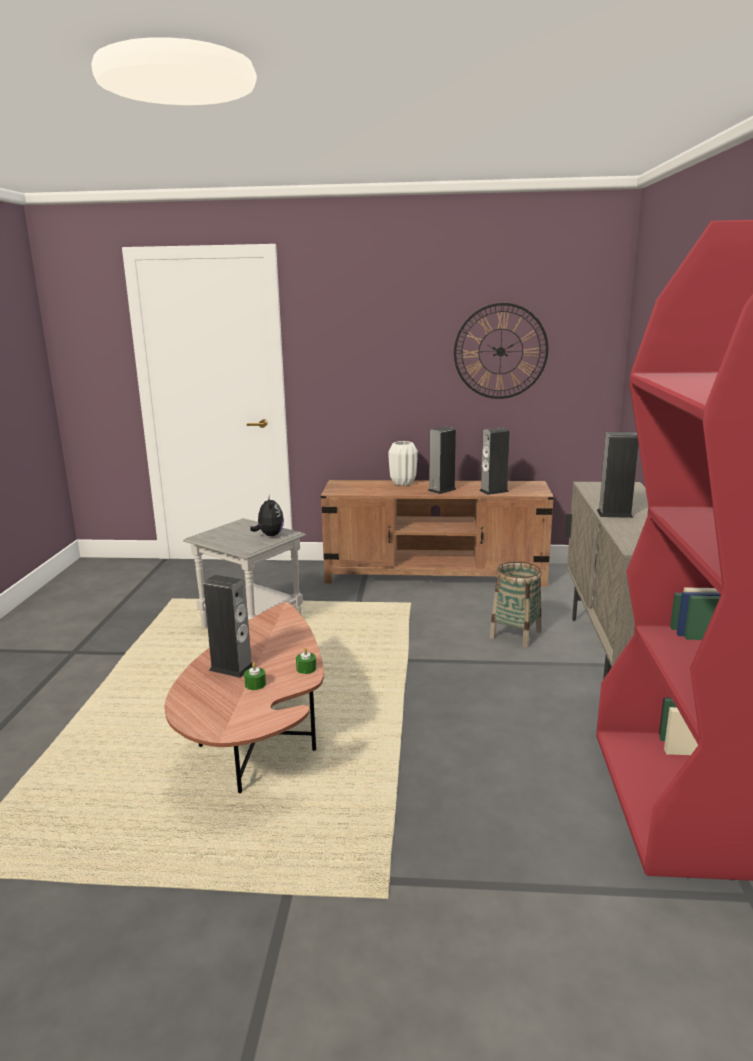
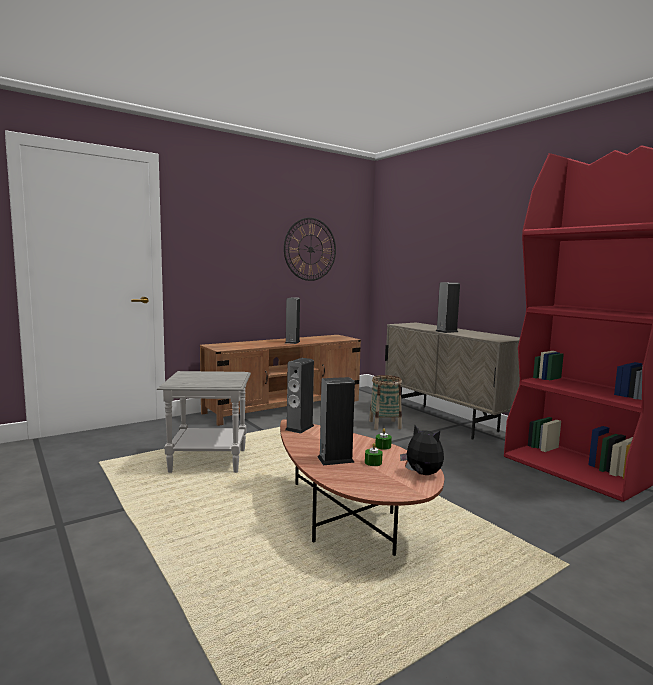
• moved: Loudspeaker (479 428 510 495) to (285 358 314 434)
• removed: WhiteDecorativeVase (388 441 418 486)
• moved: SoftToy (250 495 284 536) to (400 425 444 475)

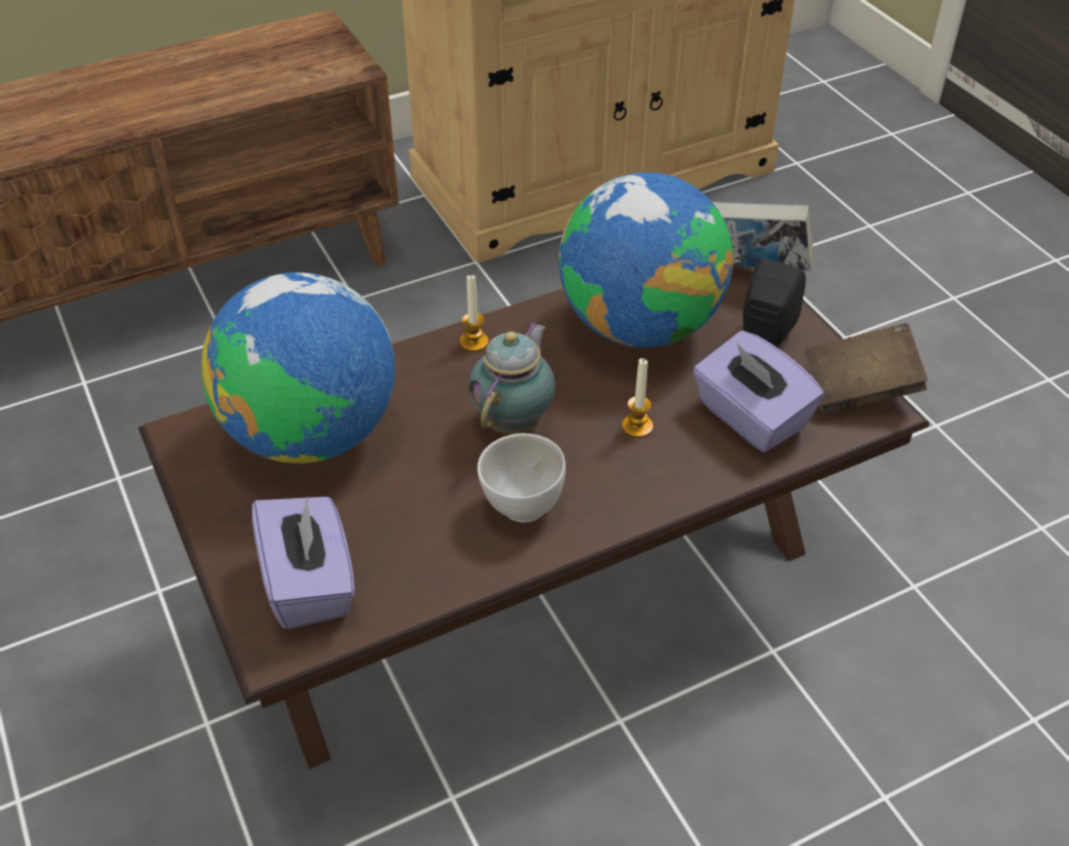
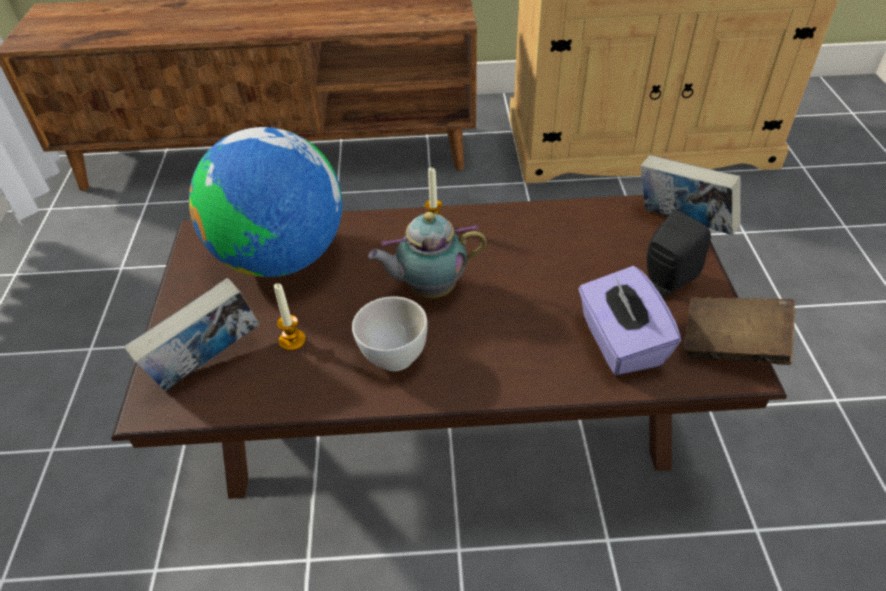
• removed: WorldGlobe (559 172 733 347)
• turned: Teapot (468 322 555 434) = (368 212 487 298) 150 degrees counterclockwise
• moved: Candle (622 358 653 438) to (274 283 306 351)
• replaced: PurplishTissueBox (252 497 355 630) to BoundBook (124 278 259 391)

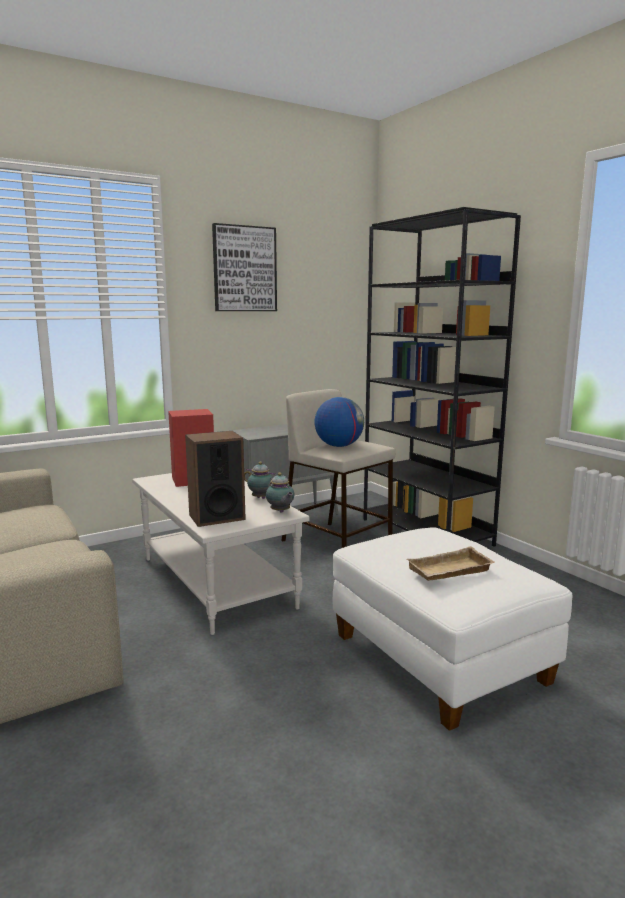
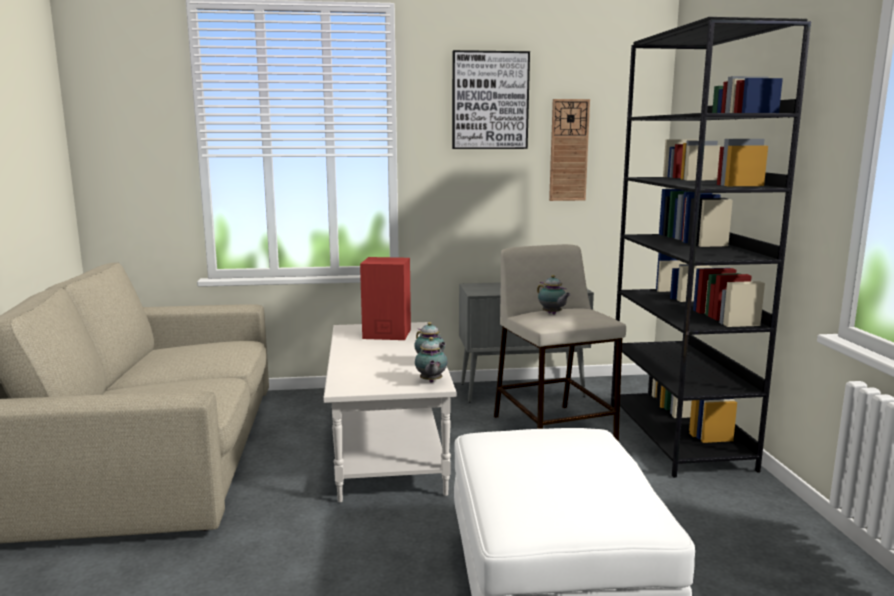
• replaced: WorldGlobe (314 397 364 447) to Teapot (537 275 571 315)
• removed: Loudspeaker (185 431 246 527)
• removed: BeigeCarryingTray (407 546 494 581)
• added: ClockOnTheWall (549 99 590 201)

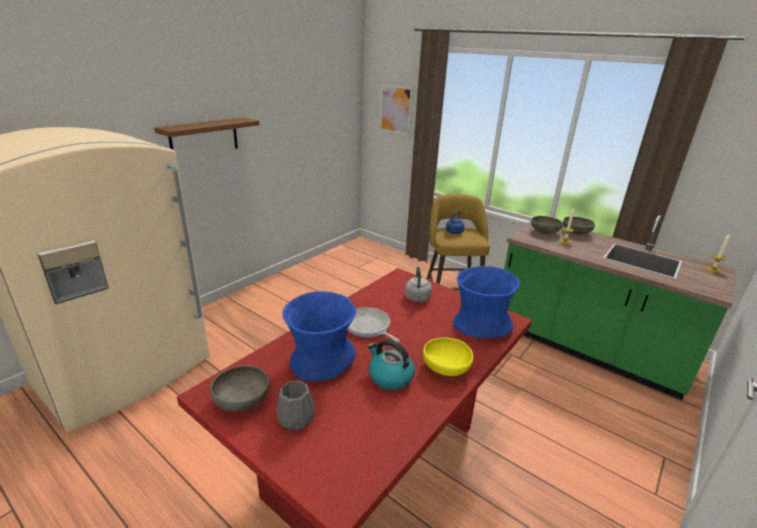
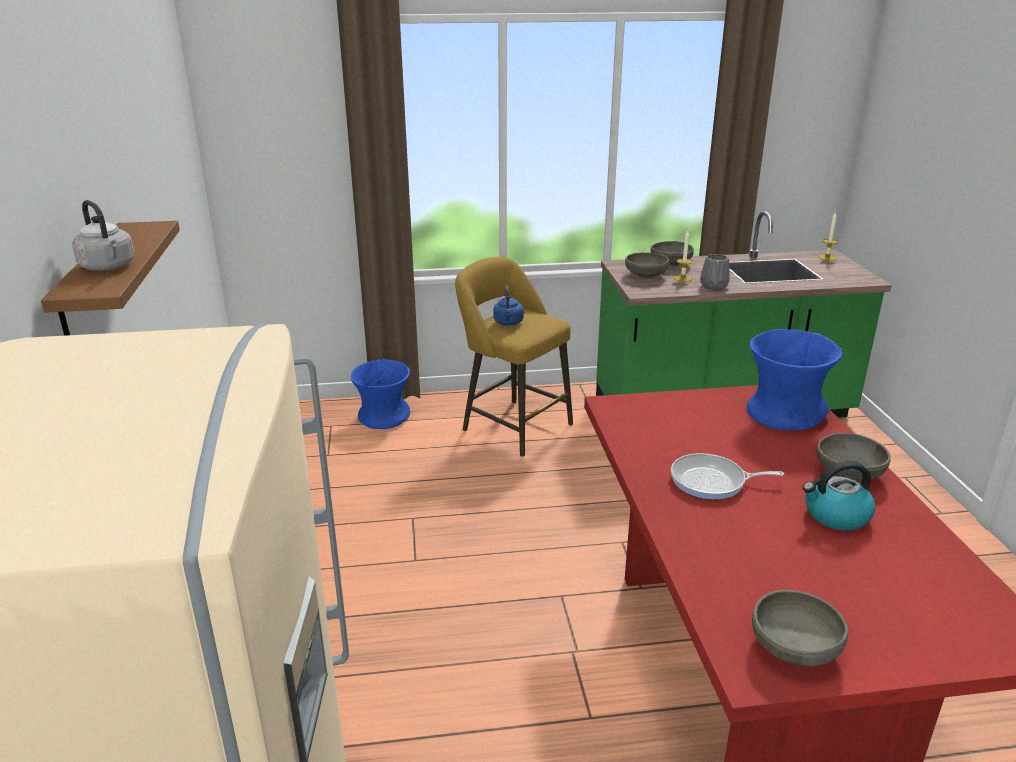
• removed: Picture (380 84 413 135)
• moved: GreyKettle (405 267 432 302) to (72 200 134 271)
• moved: BlueDecorativeVase (282 291 356 382) to (351 359 410 429)
• recoloured: YellowishDeepDish (423 337 473 376) to GreyDeepDish (817 433 891 481)
• moved: GreyDecorativeVase (276 381 314 431) to (700 254 730 290)

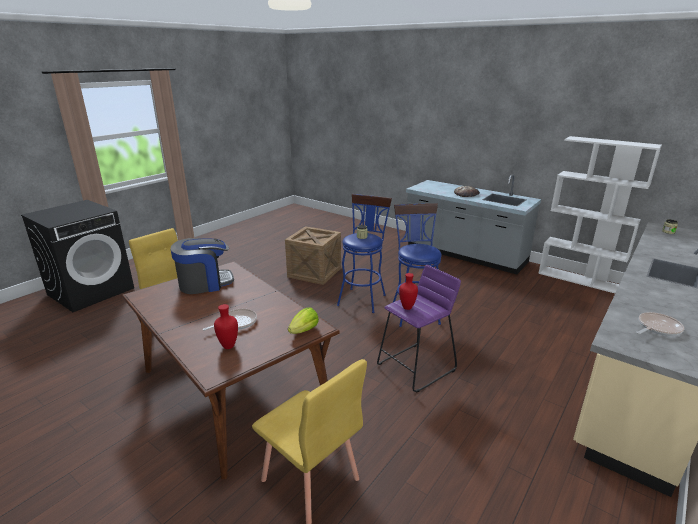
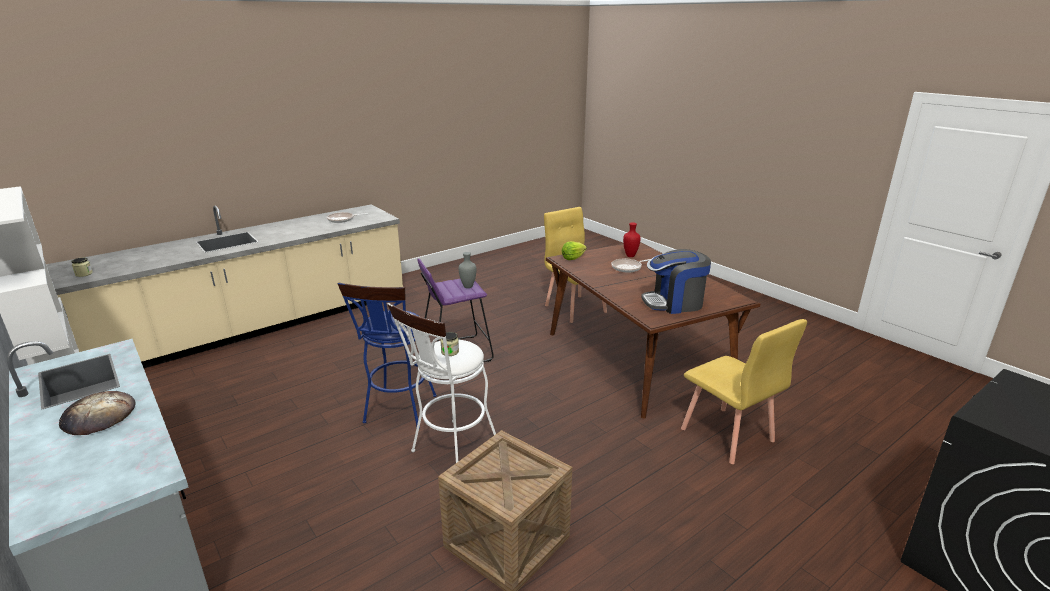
• recoloured: BlueStool (337 194 392 313) to WhiteStool (387 303 496 463)
• recoloured: ReddishDecorativeVase (399 273 418 310) to GreyDecorativeVase (459 252 477 288)

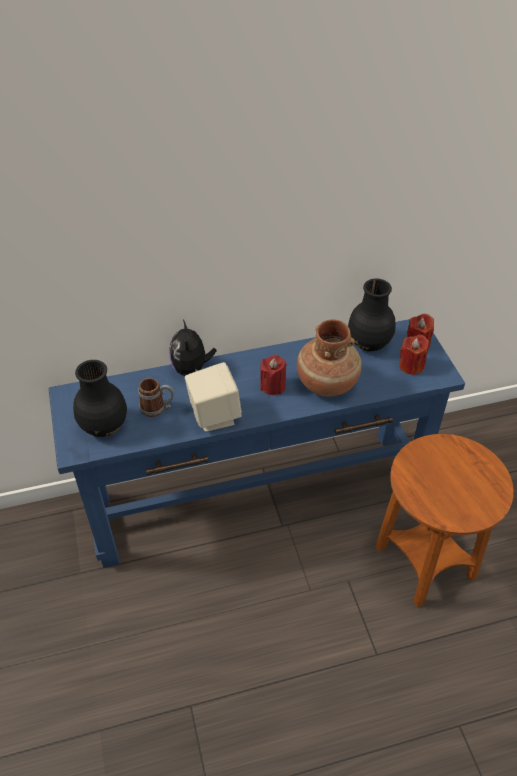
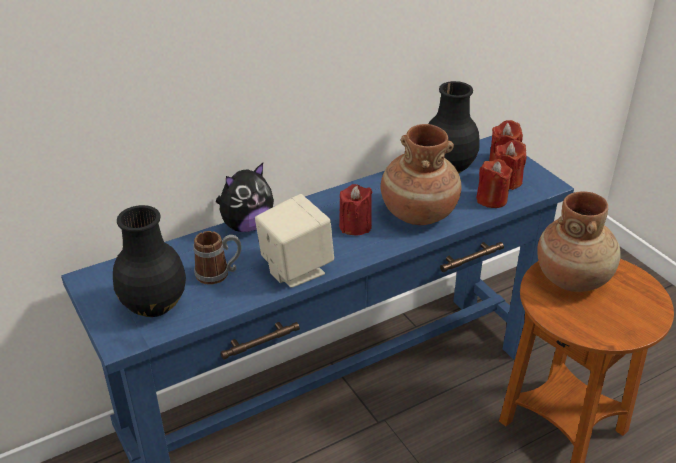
• turned: SoftToy (169 319 217 376) = (216 163 274 232) 105 degrees counterclockwise
• added: ReddishCandle (476 159 513 208)
• added: BrownDecorativeVase (537 191 621 292)

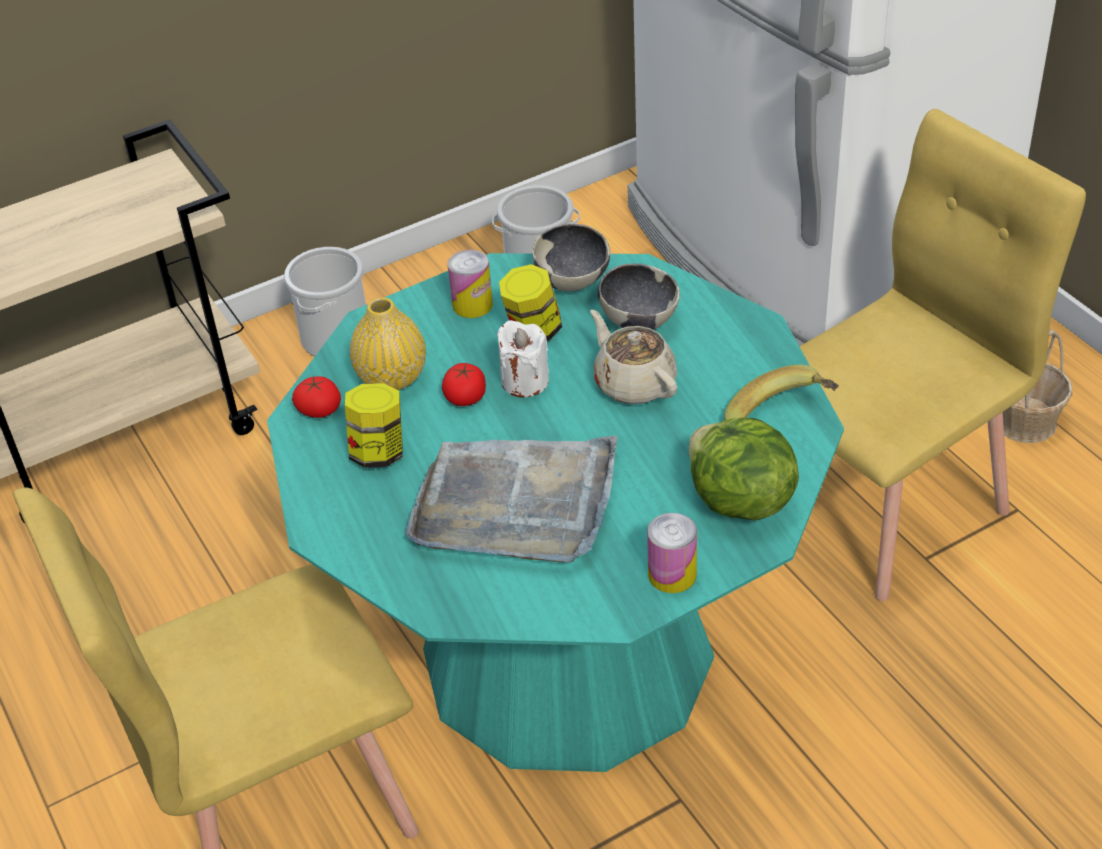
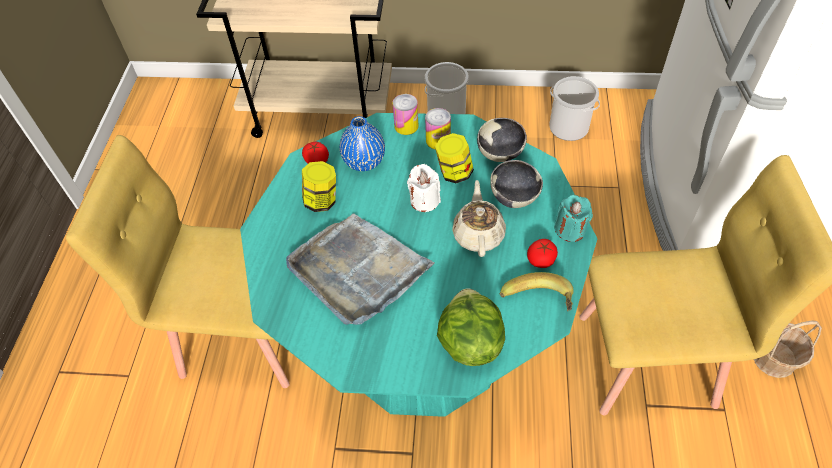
• recoloured: YellowishDecorativeVase (350 297 426 390) to BlueDecorativeVase (340 116 385 171)
• moved: Tomato (442 363 486 406) to (527 239 558 268)
• moved: Can (647 513 697 593) to (393 94 419 135)
• added: TurquoiseColouredCandle (554 195 593 242)

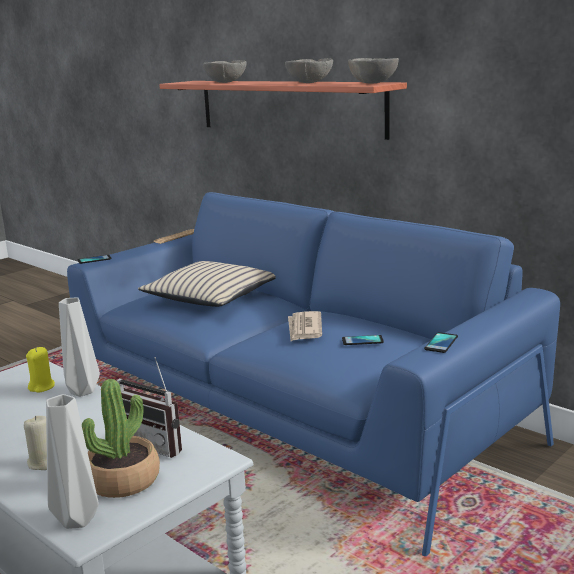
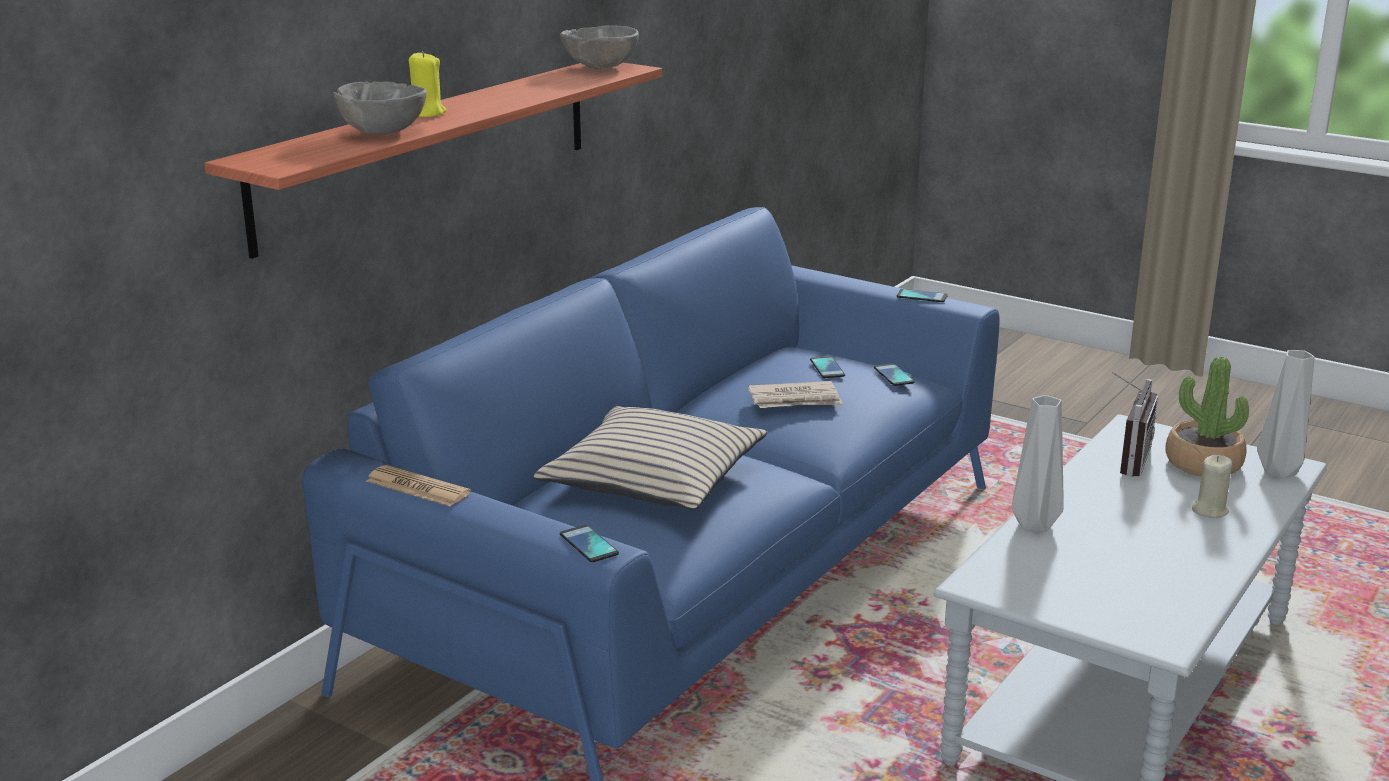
• removed: GreyDeepDish (285 58 333 83)
• moved: YellowishCandle (26 347 55 392) to (409 51 447 117)
• added: Telephone (874 364 915 386)

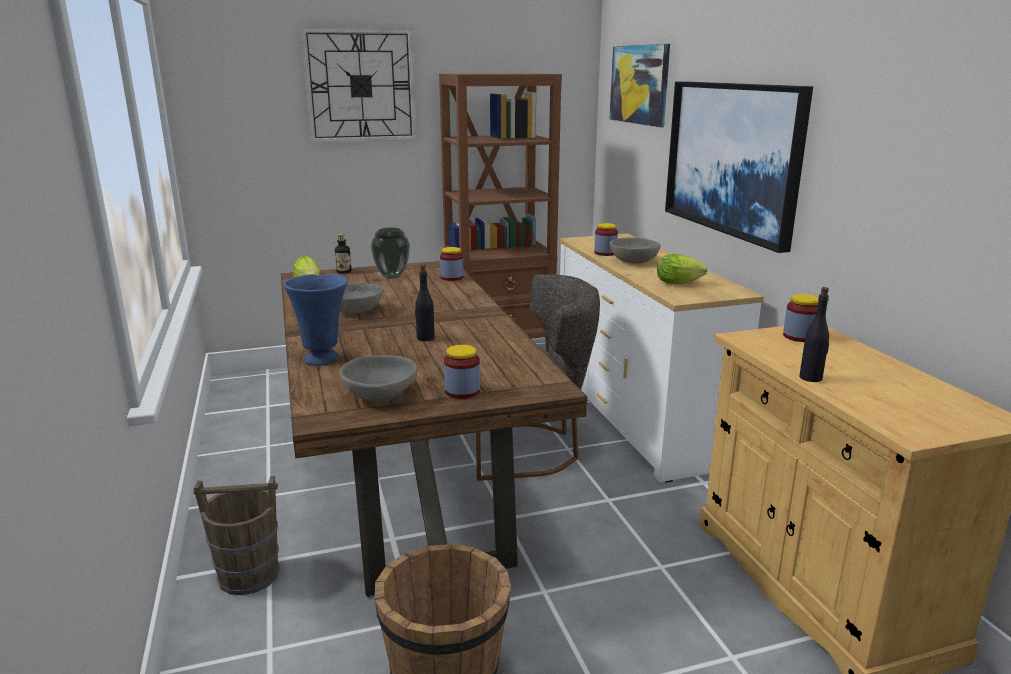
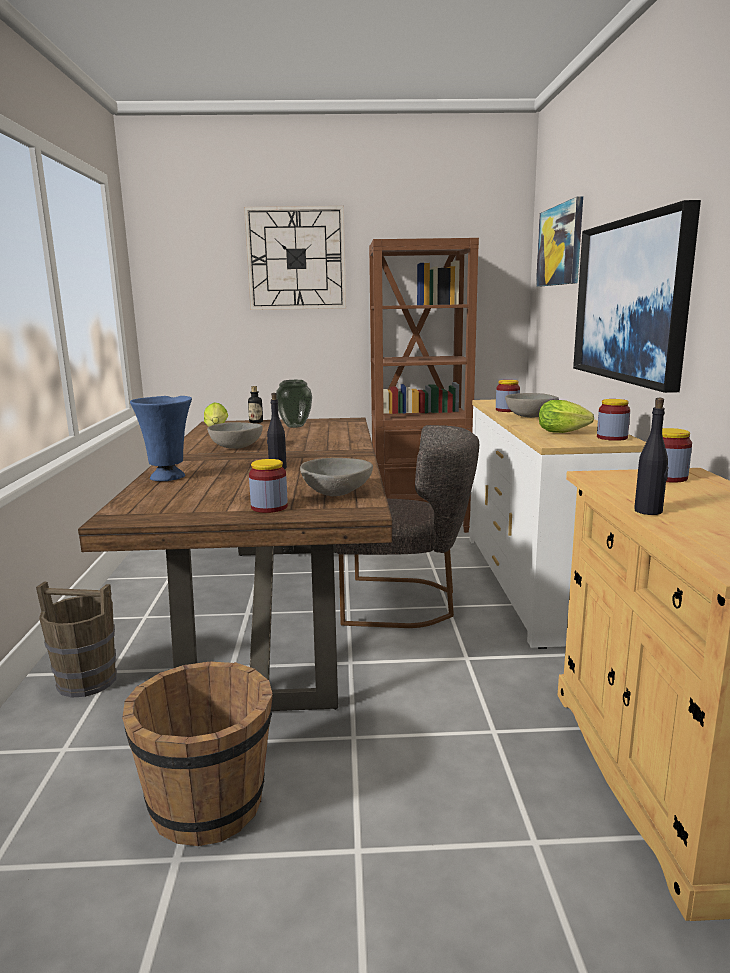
• moved: StorageJar (440 247 464 281) to (597 399 630 441)
• moved: GreyDeepDish (340 355 417 402) to (300 458 373 496)

